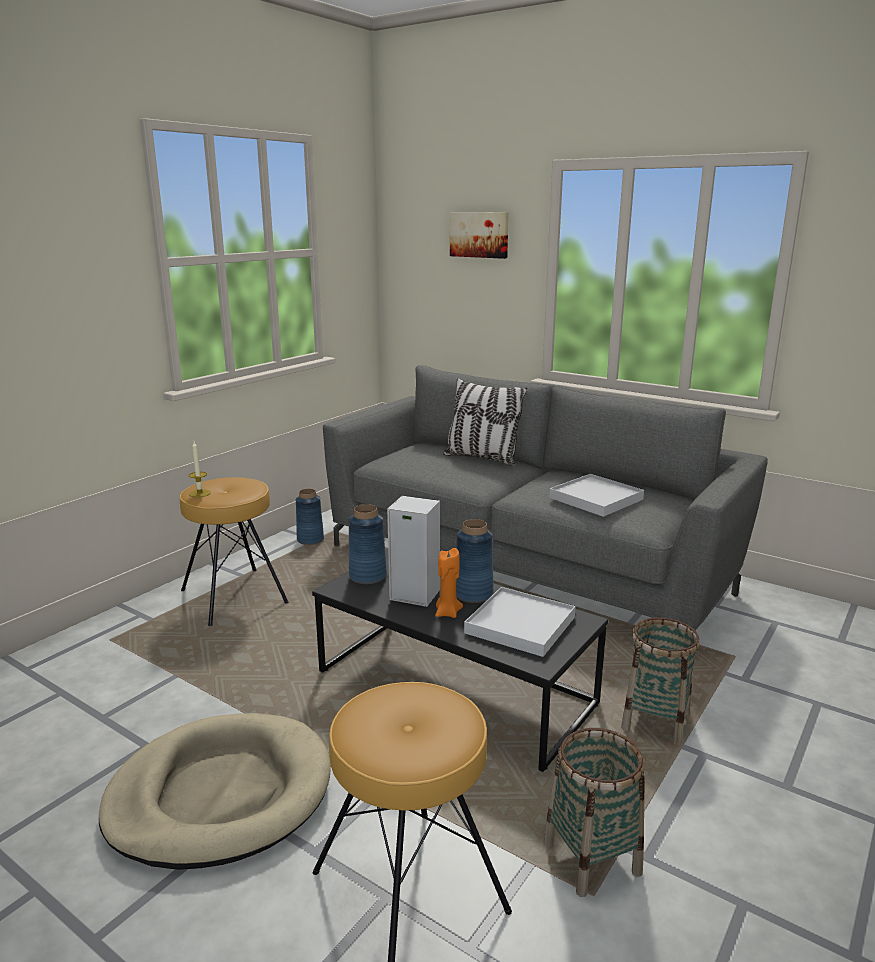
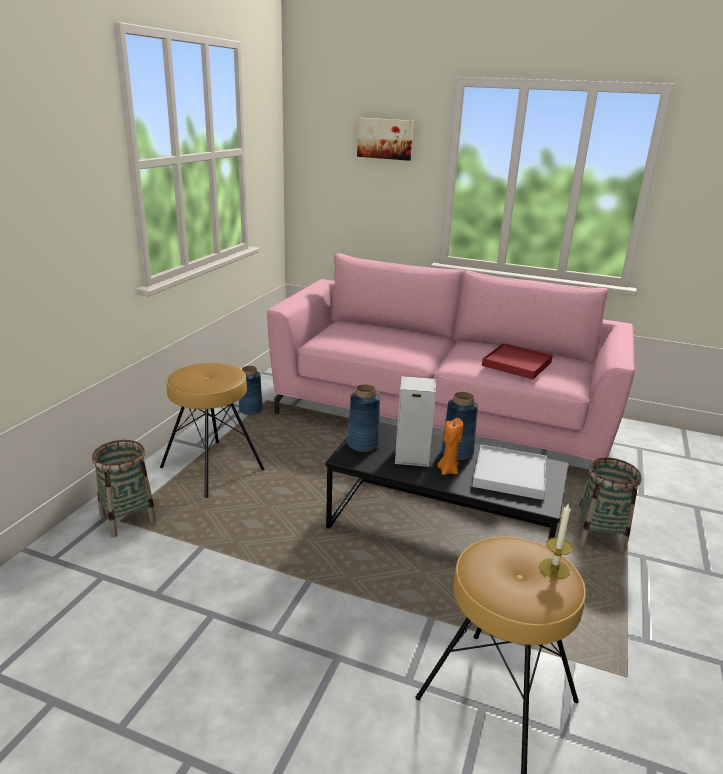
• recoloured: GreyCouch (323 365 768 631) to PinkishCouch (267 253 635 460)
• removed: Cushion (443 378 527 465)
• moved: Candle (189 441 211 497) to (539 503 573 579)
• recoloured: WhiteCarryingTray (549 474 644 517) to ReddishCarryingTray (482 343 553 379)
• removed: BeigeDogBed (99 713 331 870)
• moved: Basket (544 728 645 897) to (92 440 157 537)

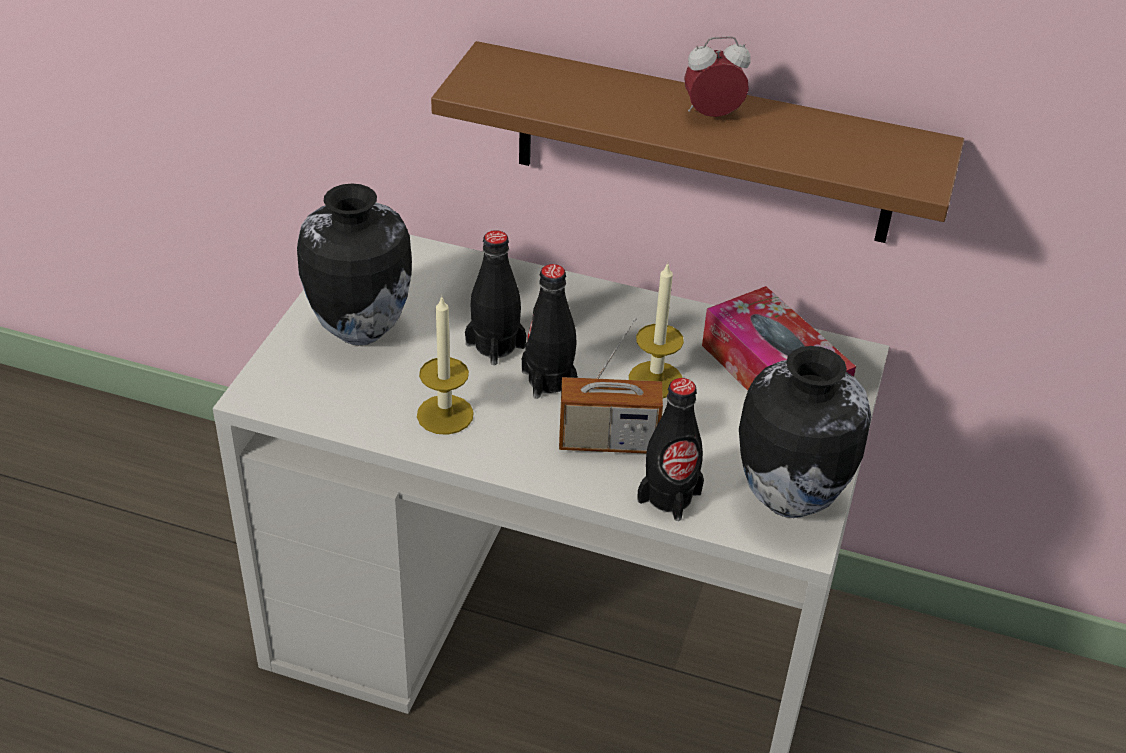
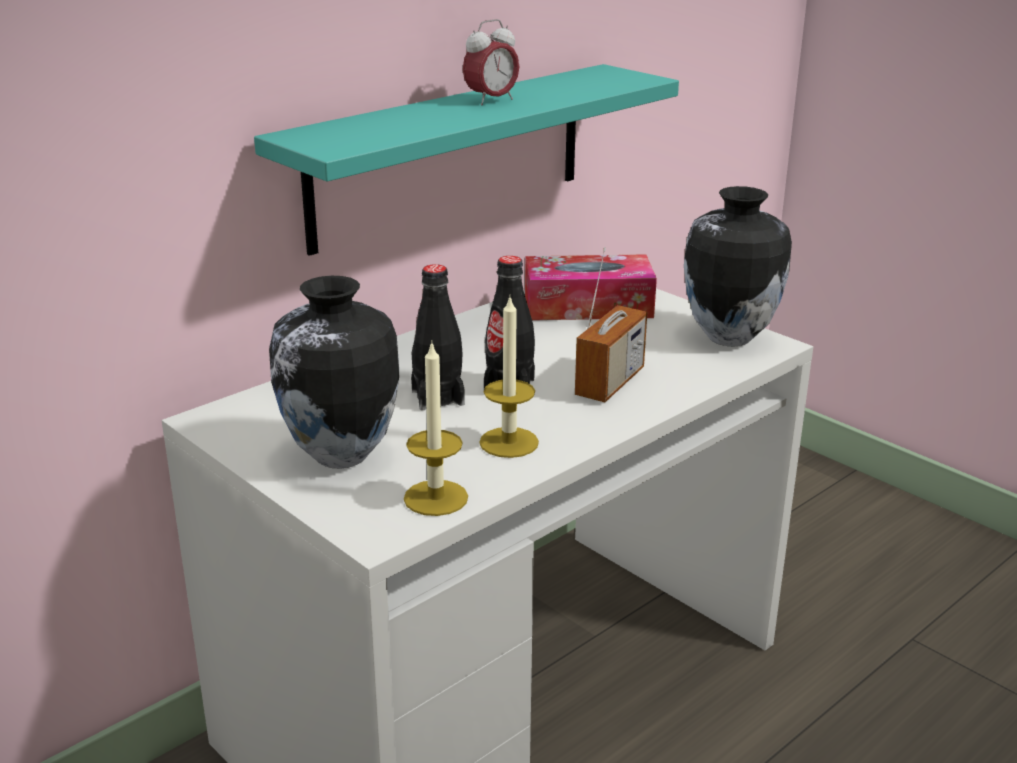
• turned: AlarmClock (684 36 751 117) = (463 19 519 106) 150 degrees counterclockwise
• recoloured: BrownShelf (431 41 964 243) to TurquoiseColouredShelf (254 64 679 256)
• moved: Candle (629 263 684 398) to (404 341 468 516)
• removed: BlackBottle (637 378 704 521)

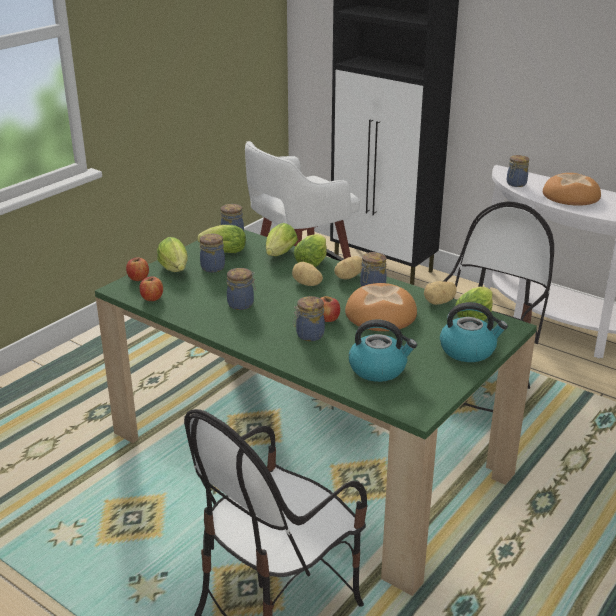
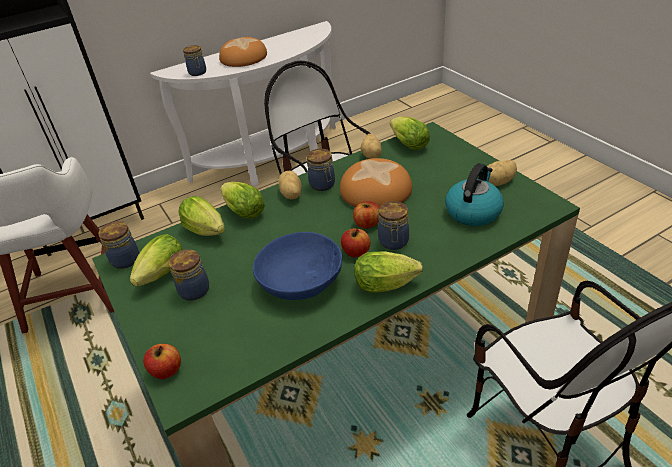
• moved: LettuceHead (157 237 188 272) to (354 252 423 293)
• moved: Potato (292 262 323 286) to (487 160 517 186)
• replaced: StorageJar (227 268 256 310) to BlueDeepDish (253 232 342 300)
• moved: AppleFruit (139 276 163 301) to (341 228 370 257)
• removed: Kettle (440 302 508 362)

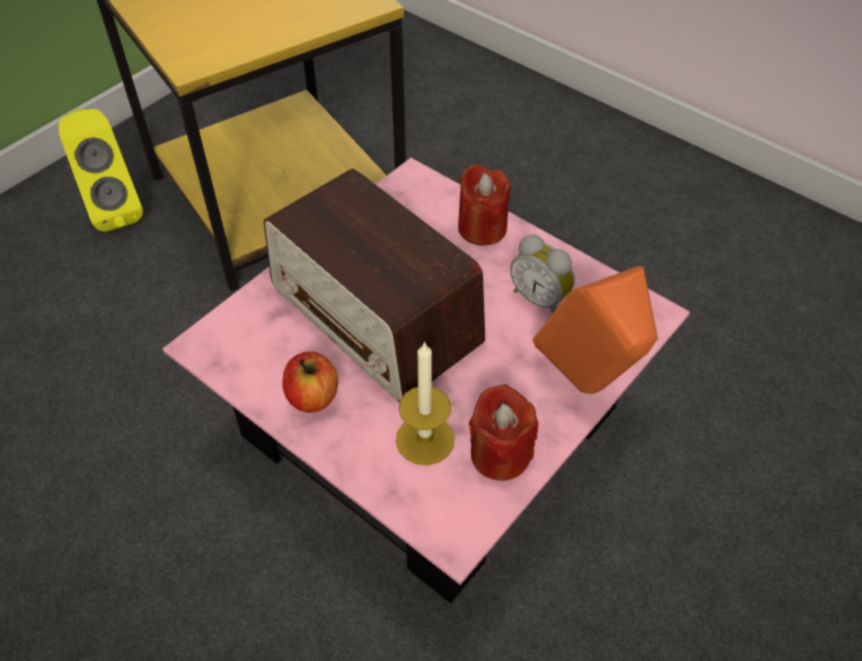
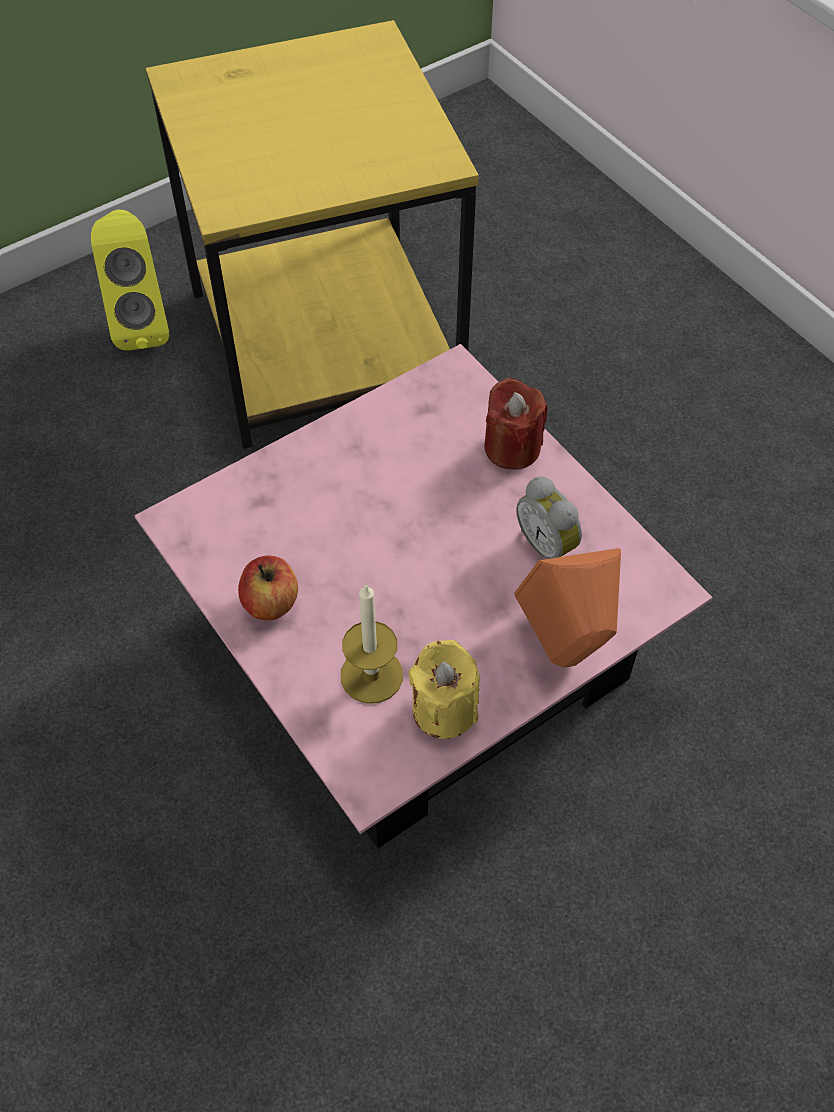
• removed: Radio (264 168 485 402)
• recoloured: ReddishCandle (469 384 538 481) to YellowishCandle (408 640 480 739)

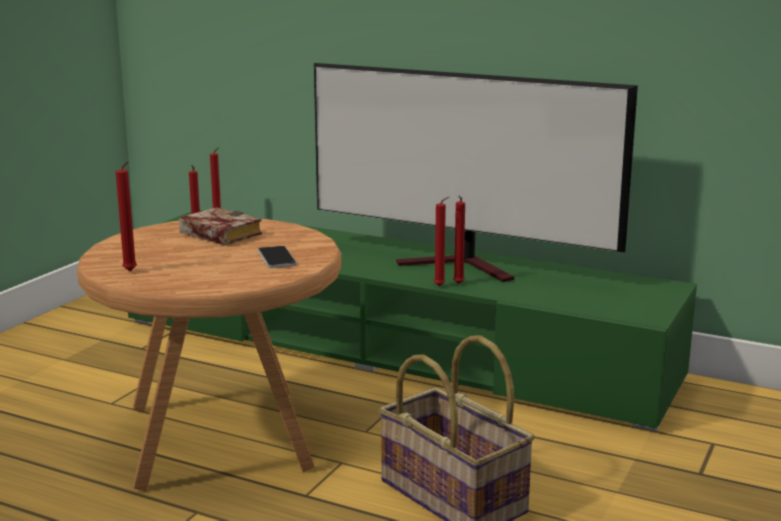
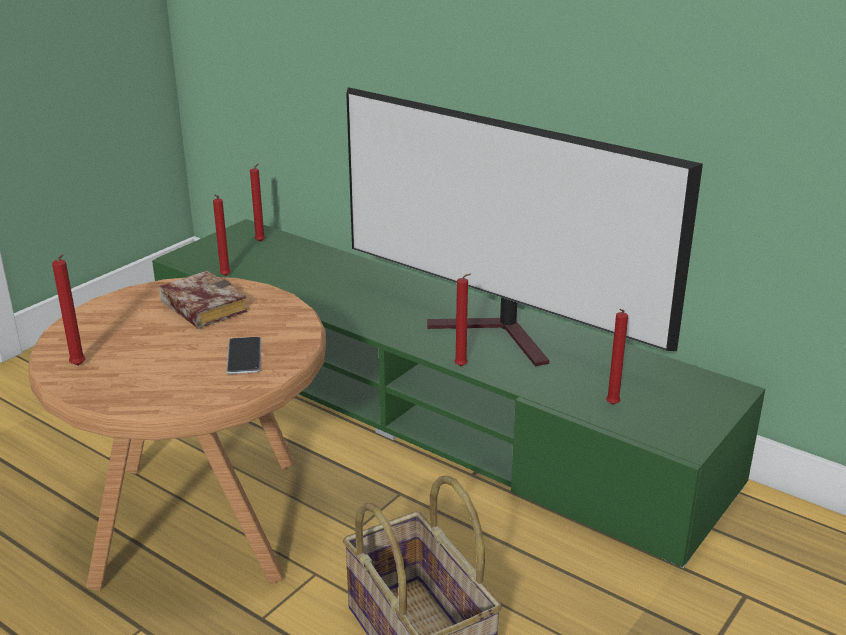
• moved: ReddishCandle (453 196 465 284) to (606 309 628 405)

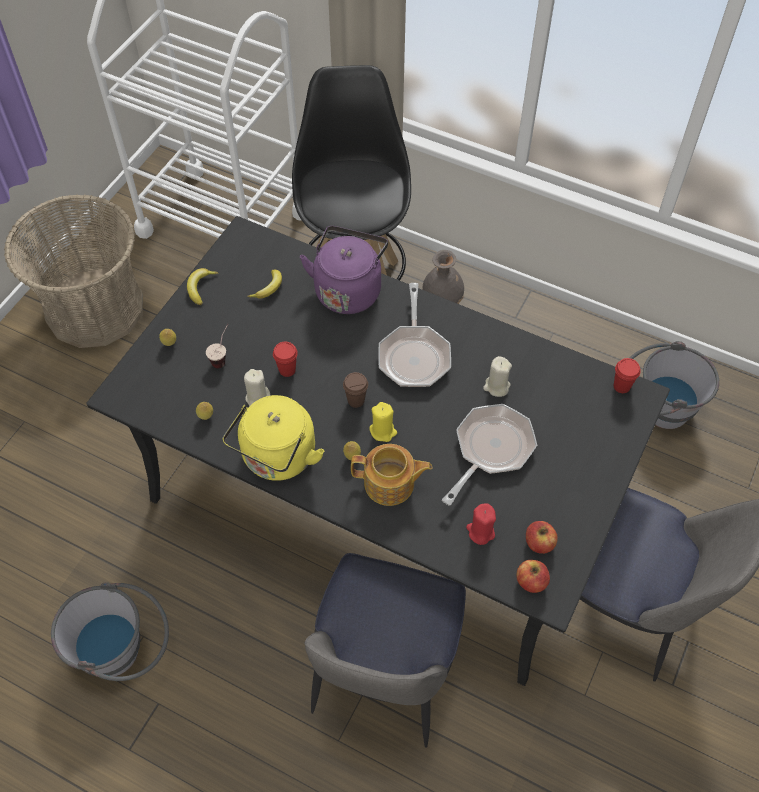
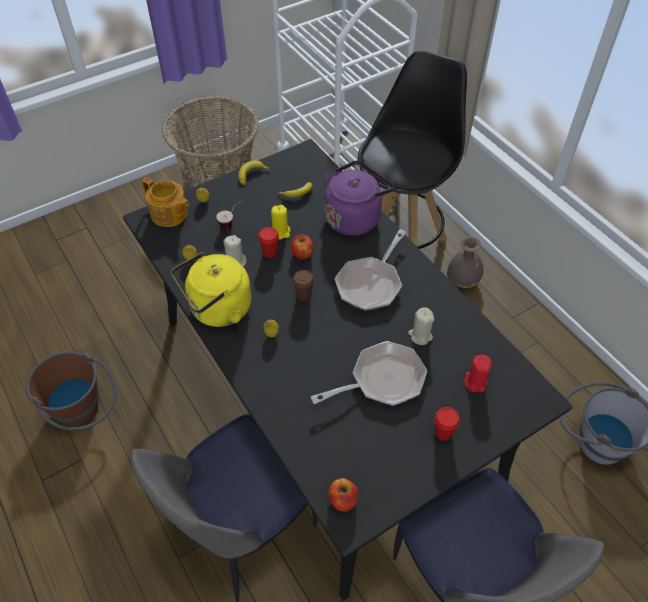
• moved: ReddishDrinkingCup (614 358 641 393) to (434 407 460 441)
• moved: YellowishCandle (369 402 397 442) to (271 205 291 239)
• moved: Teapot (351 444 432 506) to (142 177 189 227)
• moved: ReddishCandle (466 503 496 545) to (464 355 492 392)
• moved: AppleFruit (526 521 558 554) to (291 234 314 260)
• recoloured: GreyWaterBucket (51 582 169 681) to BrownWaterBucket (26 352 117 431)

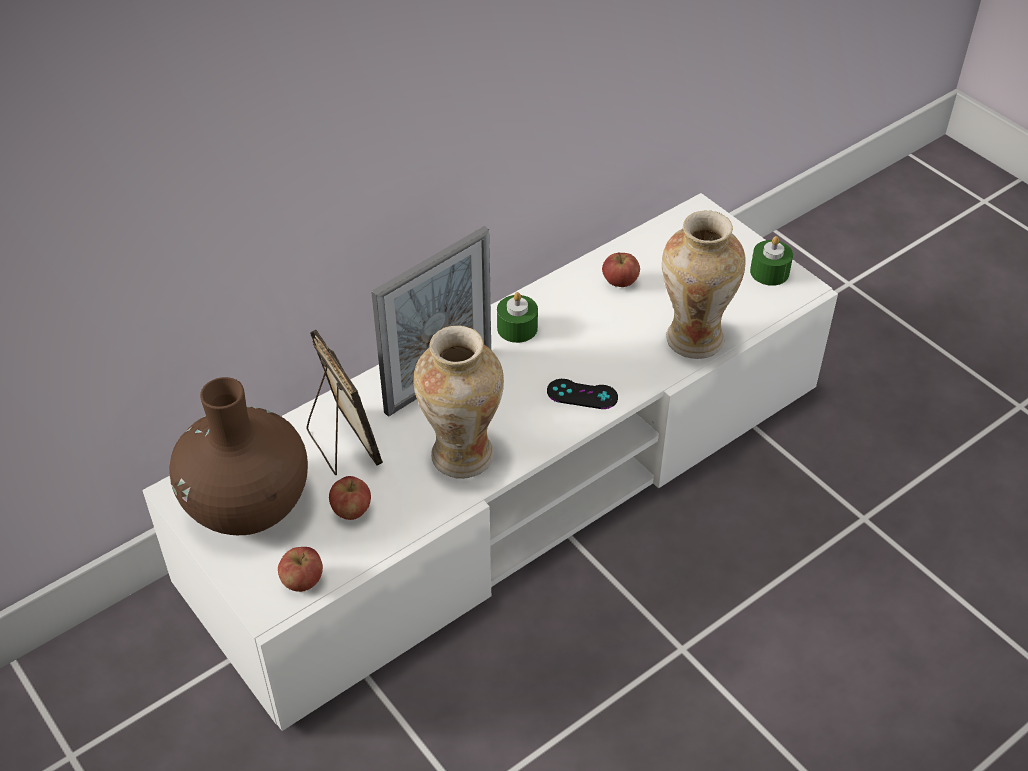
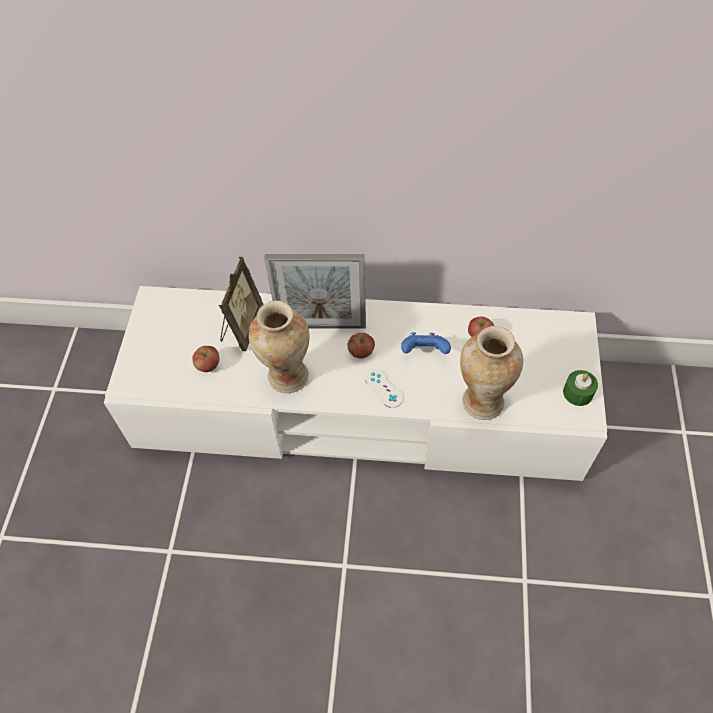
• removed: GreenColouredCandle (497 292 538 343)
• removed: BrownDecorativeVase (169 377 308 535)
• recoloured: BlackGameController (547 379 618 409) to WhiteGameController (365 369 403 408)
• moved: AppleFruit (278 547 323 592) to (347 333 375 359)
• added: BlueGameController (401 332 451 354)

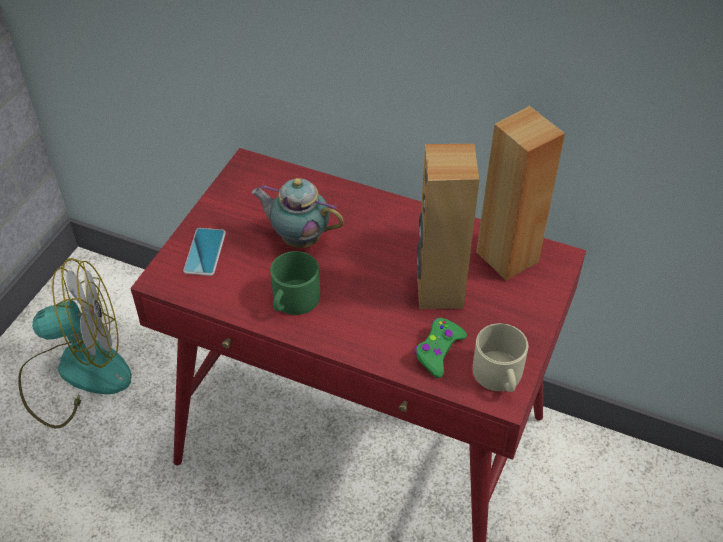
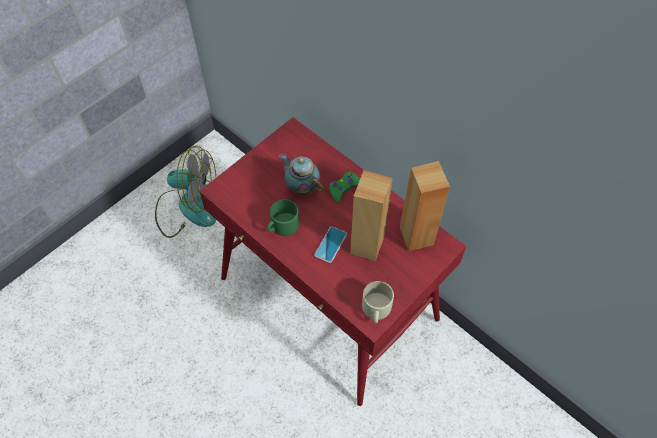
• moved: Telephone (183 228 226 276) to (314 226 347 263)
• moved: GreenColouredGameController (414 318 467 378) to (329 171 360 202)

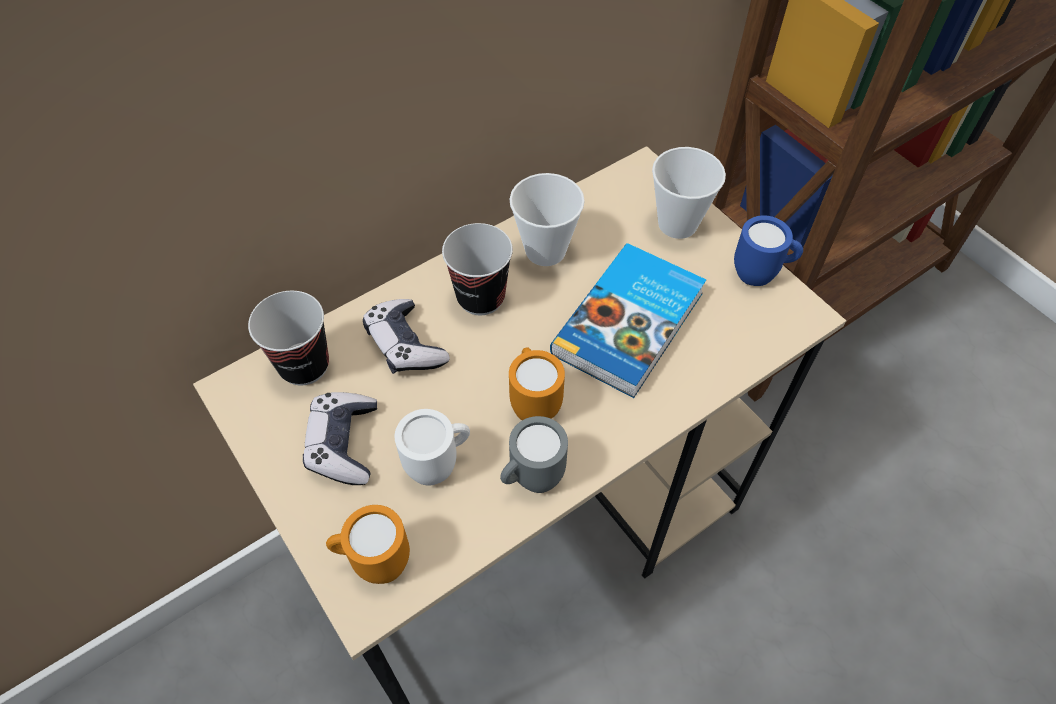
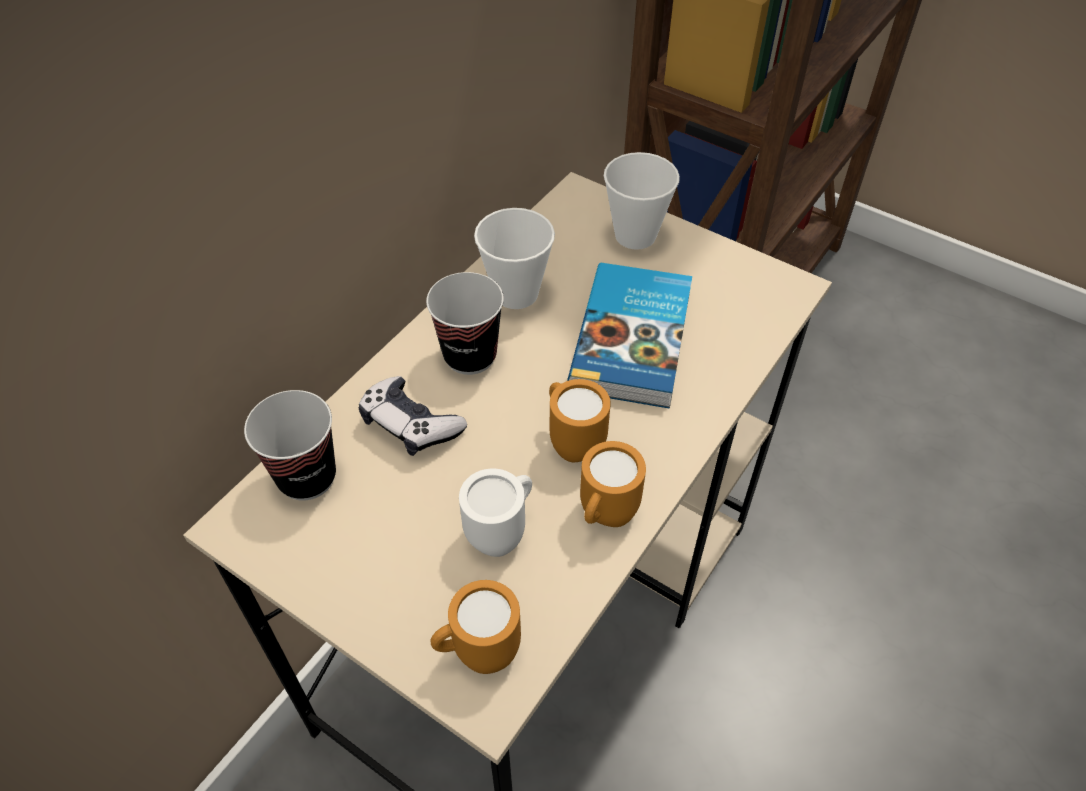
• removed: BlueMug (734 215 803 286)
• removed: GameController (303 392 377 485)
• recoloured: GreyMug (500 416 568 493) to OrangeyMug (580 441 646 527)

